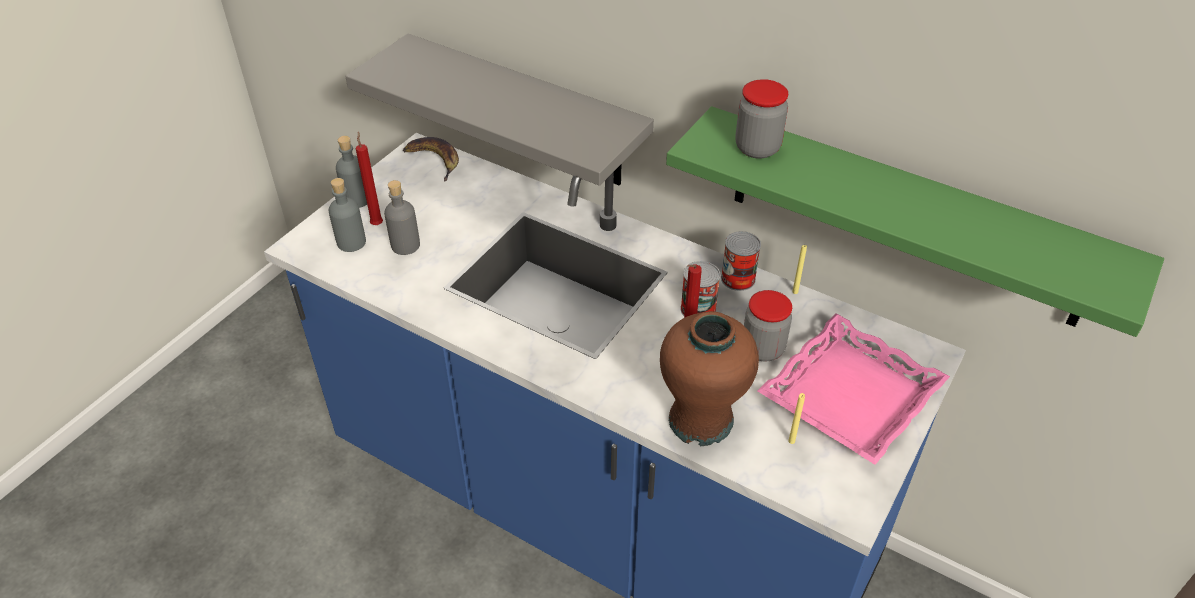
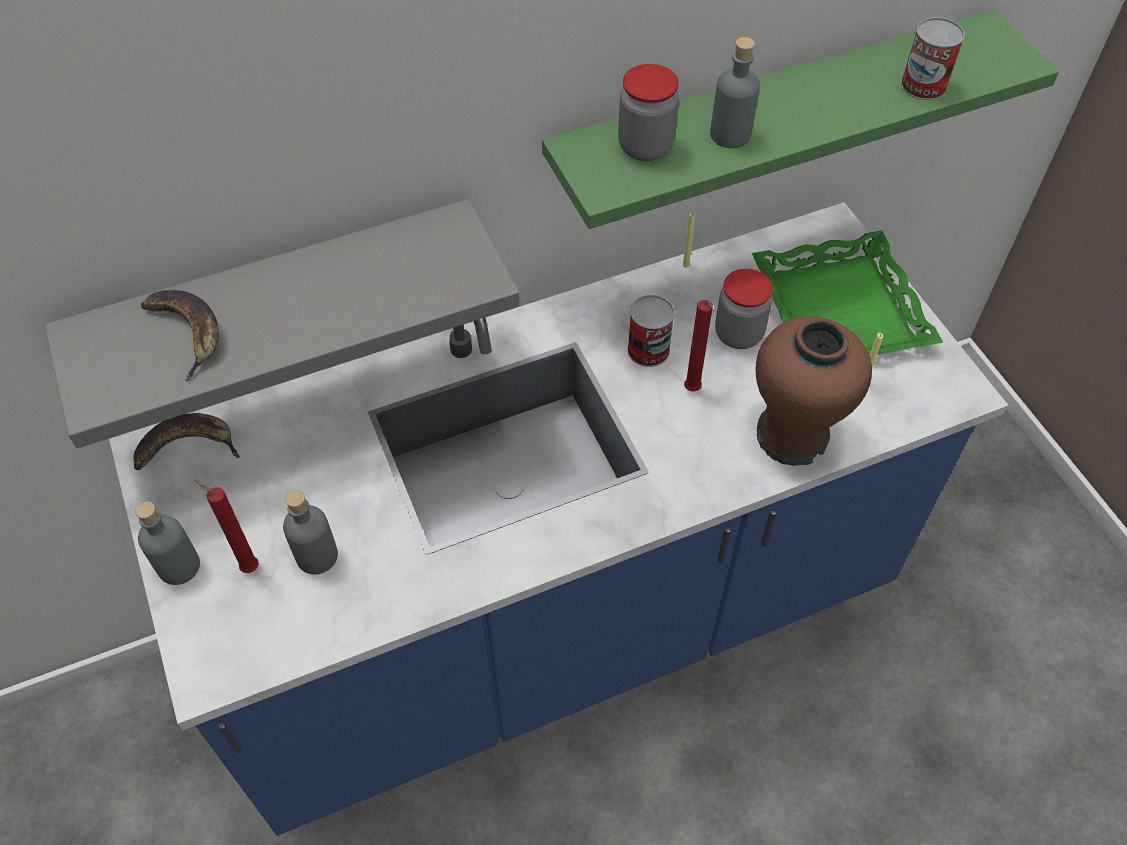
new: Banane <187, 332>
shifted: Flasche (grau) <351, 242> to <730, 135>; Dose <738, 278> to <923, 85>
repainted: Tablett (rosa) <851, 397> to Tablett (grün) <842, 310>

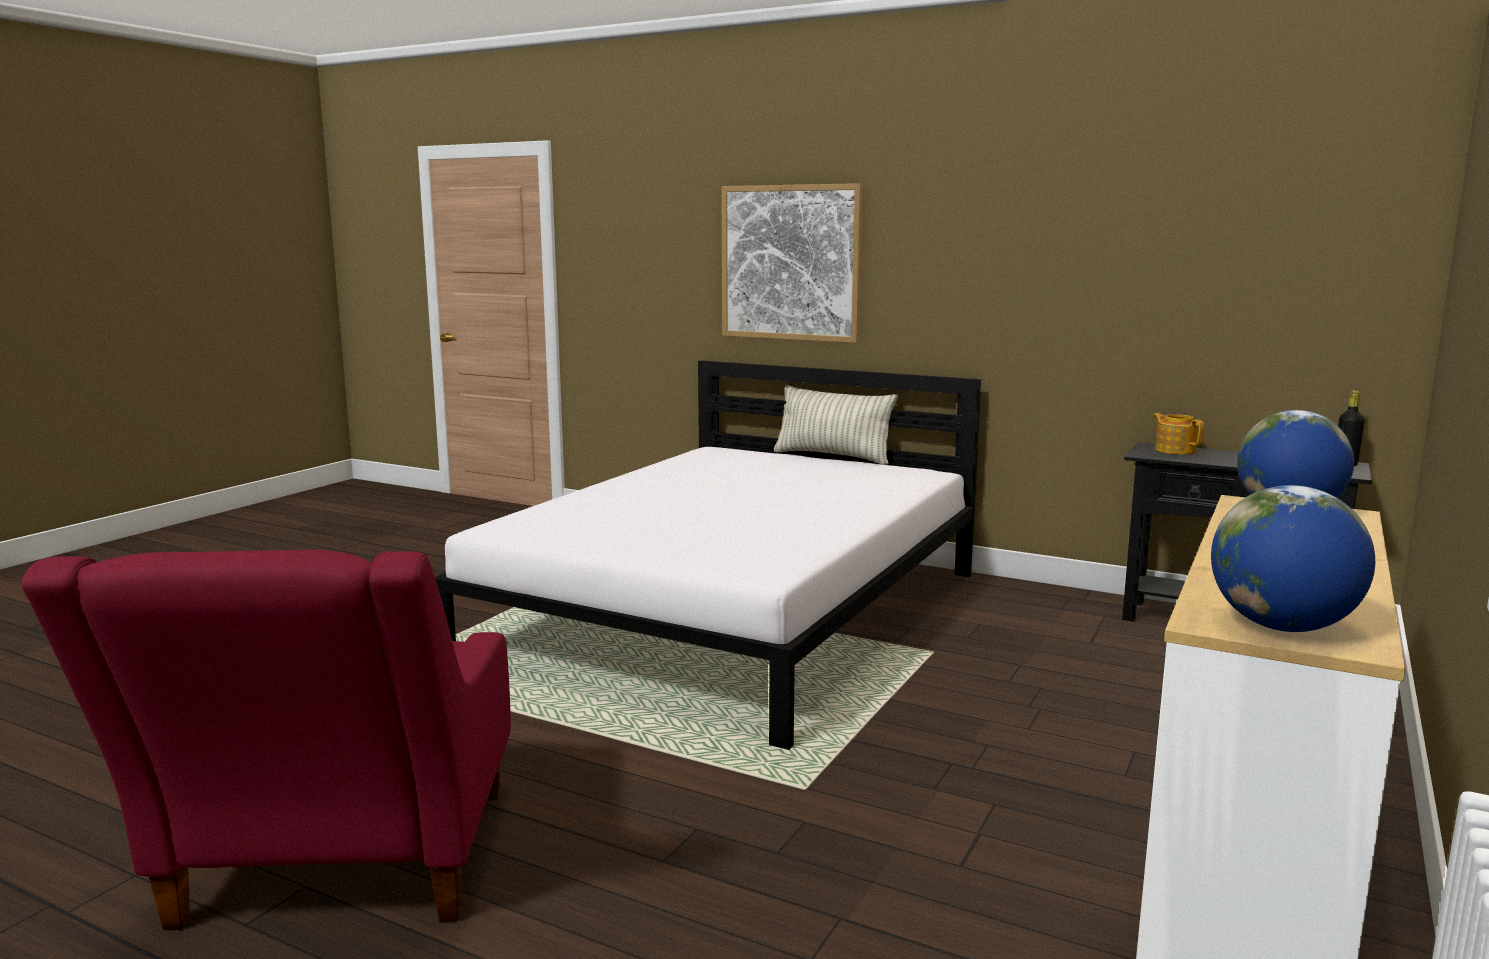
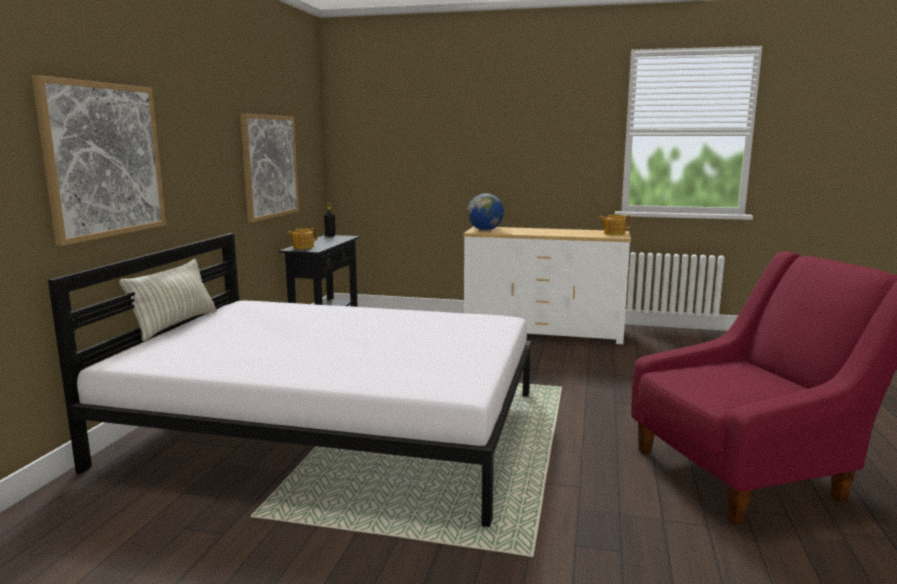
new: Bild <270, 166>
swapped: Globus <1282, 627> to Teekanne <613, 233>

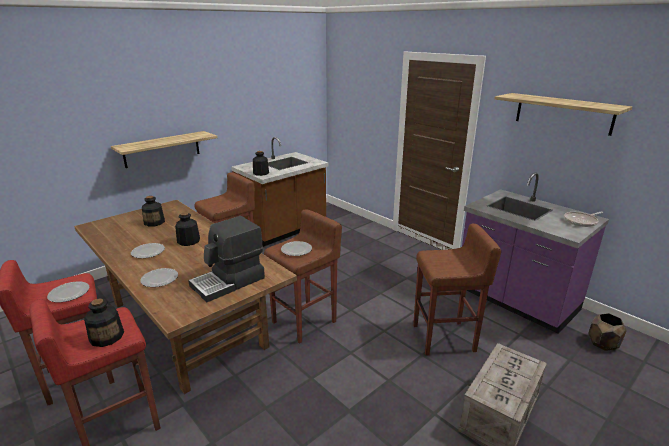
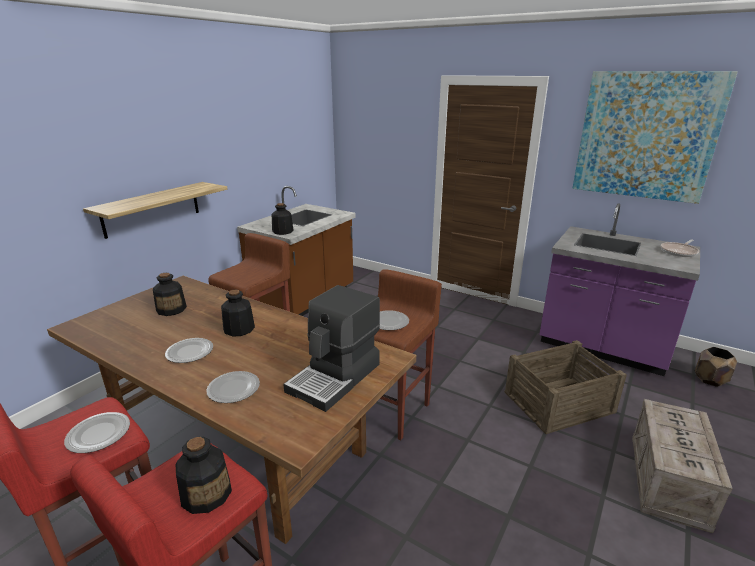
swapped: Hocker (braun) <445, 338> to Kiste <559, 402>; Wandregal <563, 113> to Bild <645, 136>

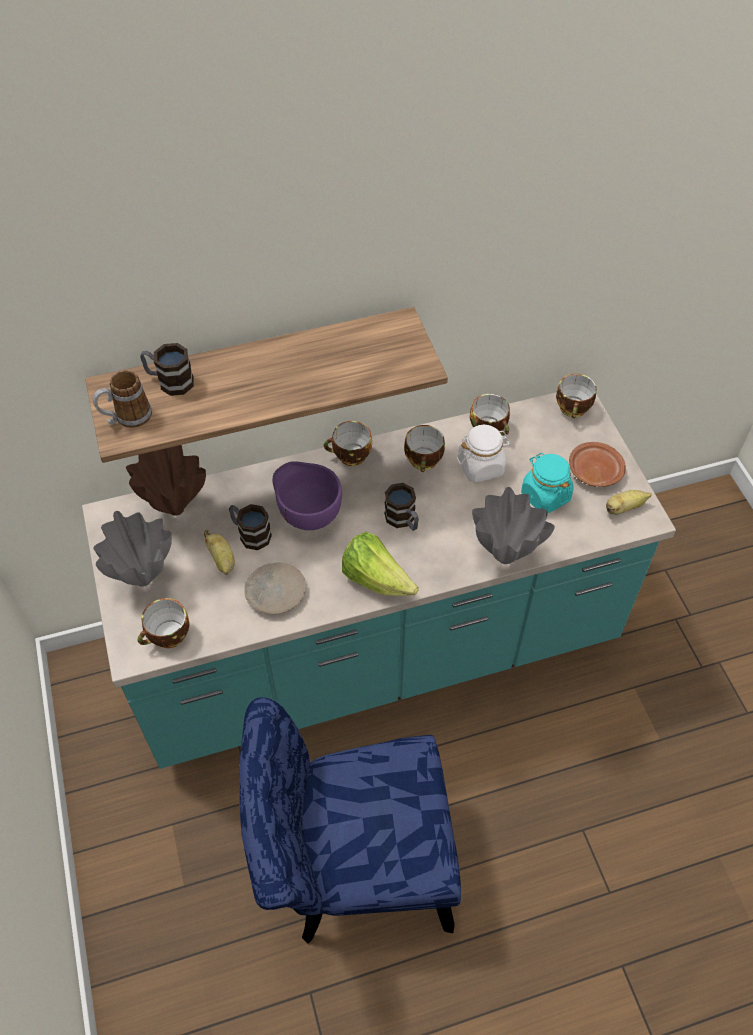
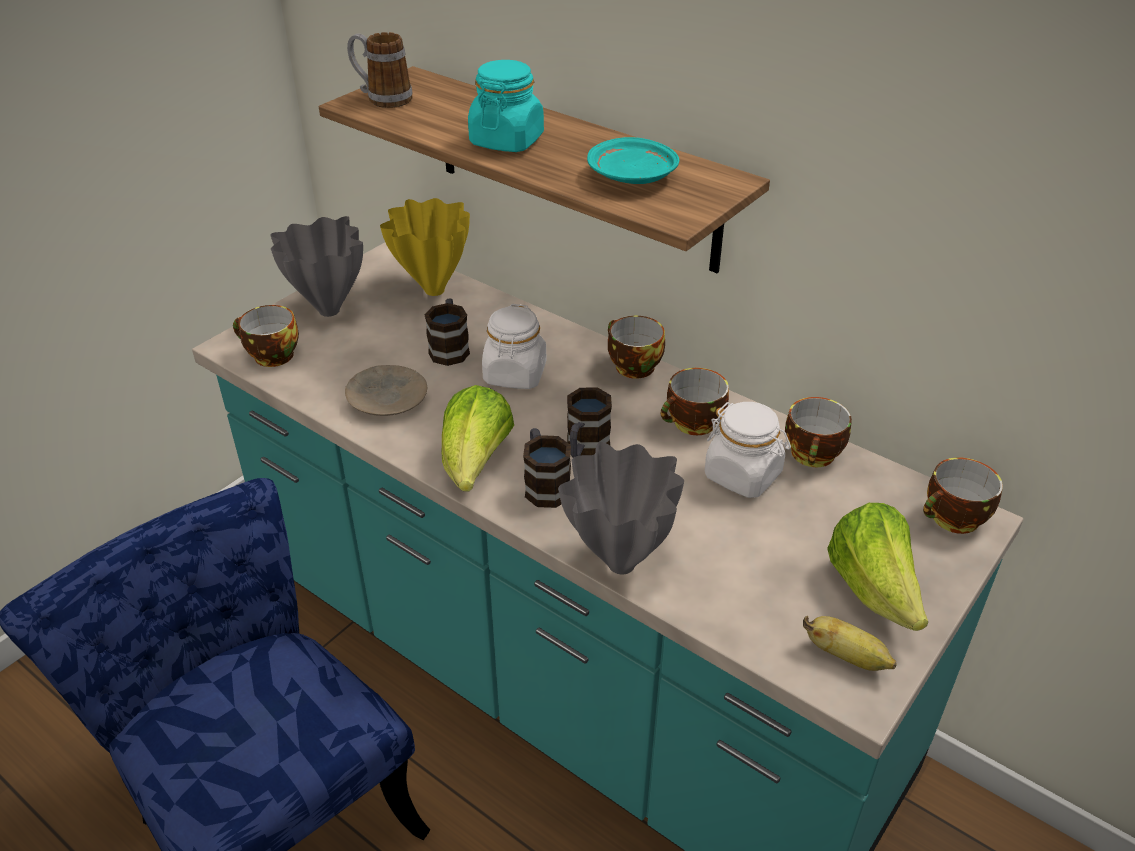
gone: Banane <222, 560>
new: Teller (türkis) <632, 176>
shifted: Vorratsglas (türkis) <545, 496> to <507, 141>; Henkelbecher <169, 381> to <544, 484>
swapped: Schüssel (lila) <308, 515> to Vorratsglas (weiß) <515, 374>; Teller (braun) <594, 470> to Salatkopf <874, 591>
repainted: Vase (braun) <174, 509> to Vase (gelb) <433, 289>

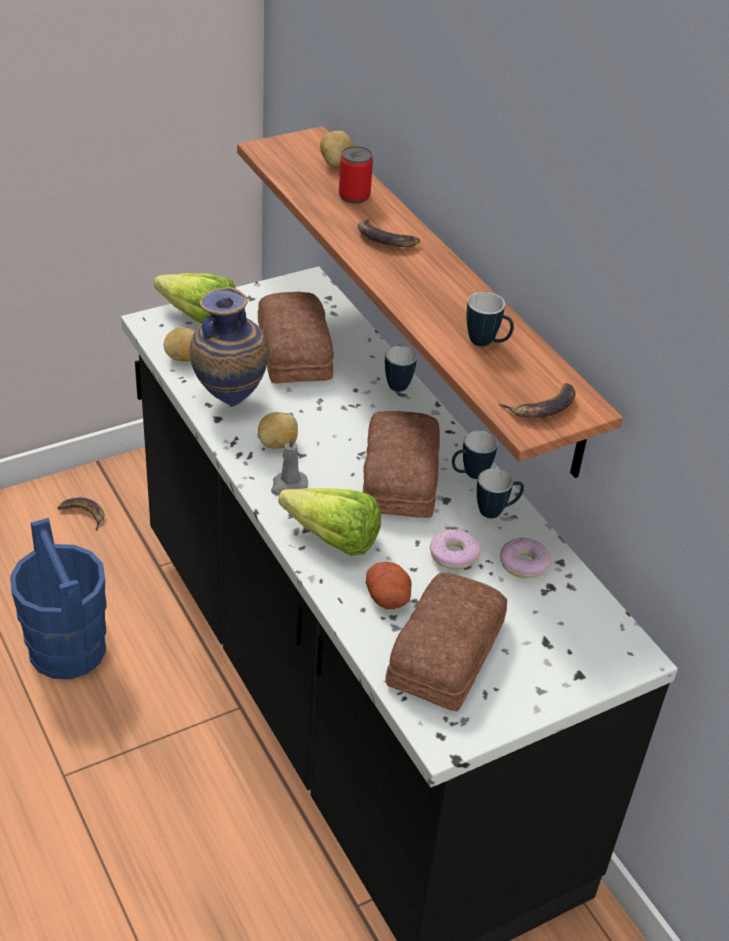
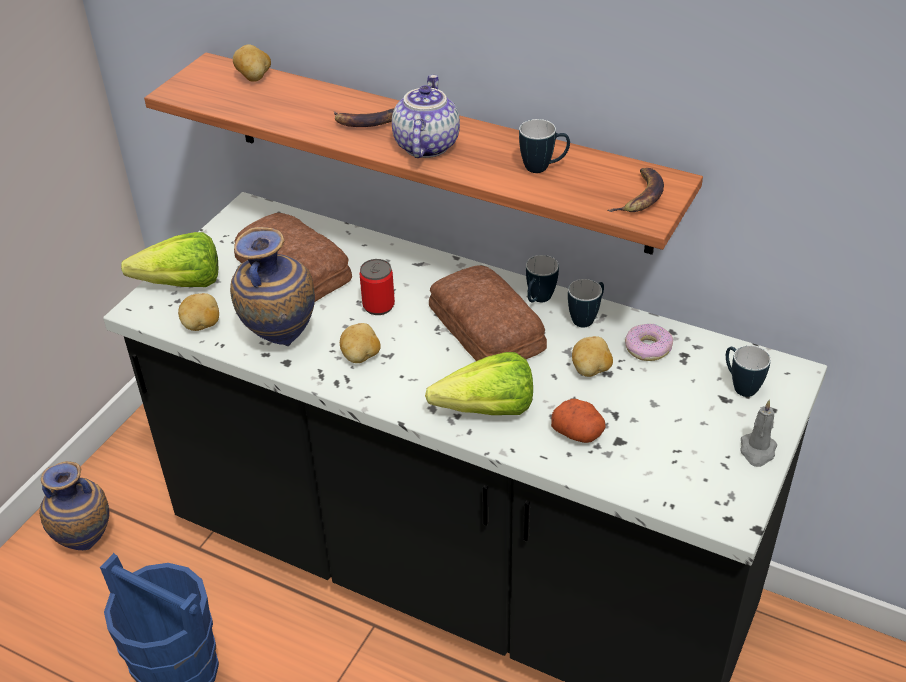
gone: Brot <443, 652>
new: Teekanne <425, 145>
shifted: Dose <354, 196> to <378, 306>; Henkelbecher <397, 382> to <740, 386>; Kerze (grau) <288, 485> to <757, 451>
swapped: Banane <83, 514> to Vase <87, 542>; Donut <453, 555> to Kartoffel <591, 370>

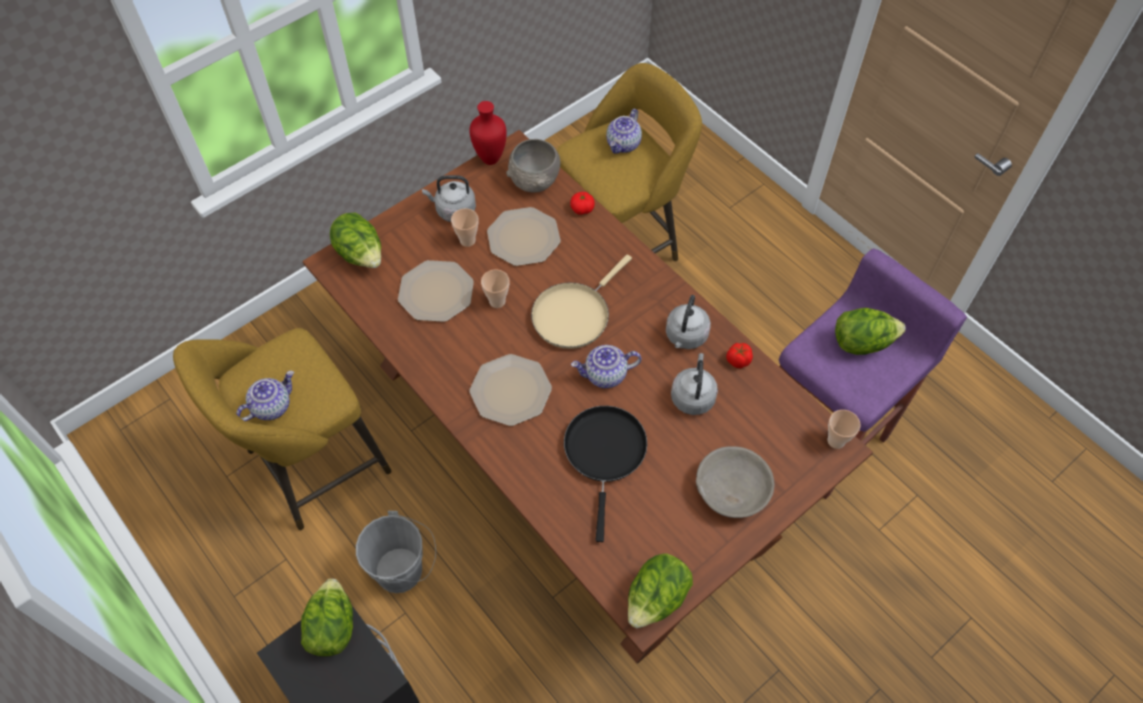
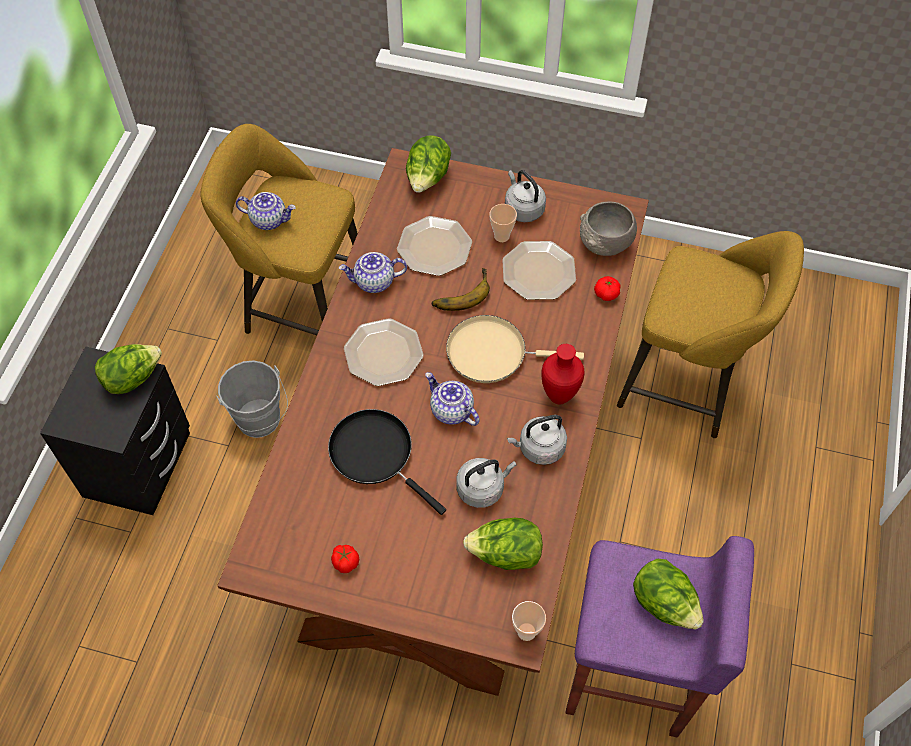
gone: Schüssel (grau) <732, 490>
shifted: Tomate <737, 360> to <345, 562>; Teekanne <623, 144> to <374, 282>; Salatkopf <656, 599> to <505, 554>; Vase (rot) <489, 159> to <557, 396>
swapped: Tasse <497, 301> to Banane <460, 292>
rotated: Pfanne (schwarz) <605, 453> = <376, 454> 105 degrees counterclockwise

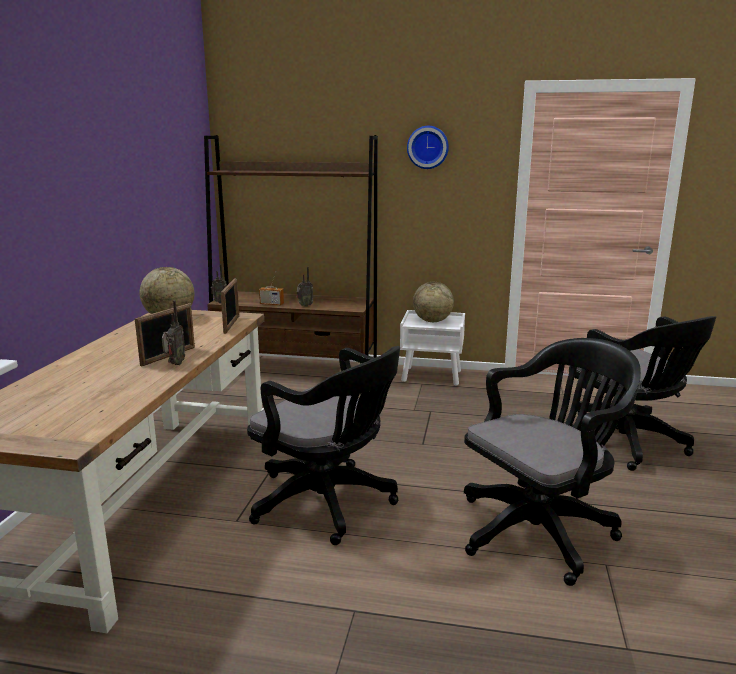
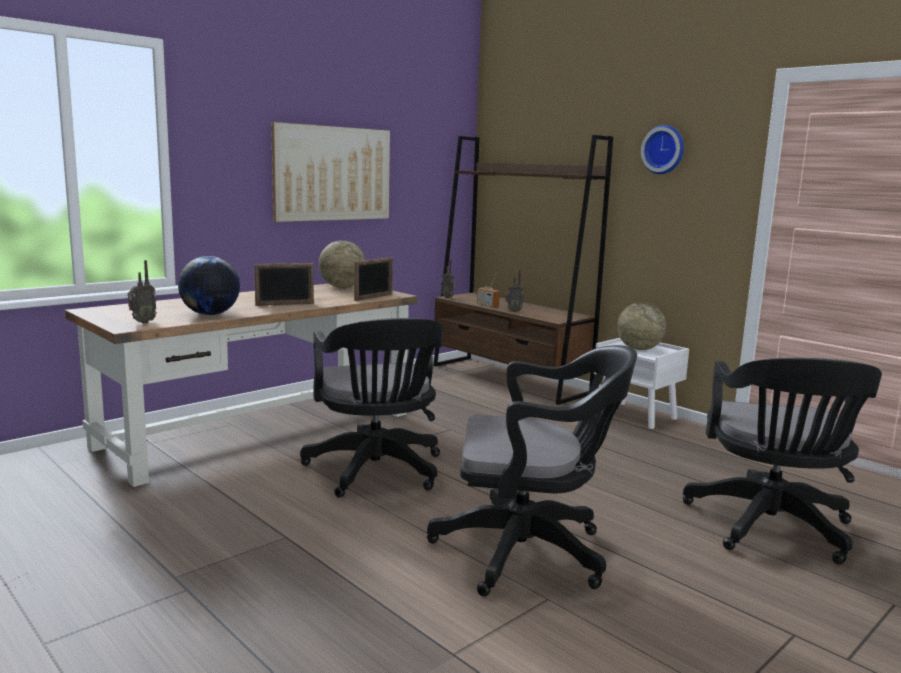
new: Globus <210, 314>; Bild <332, 173>
shifted: Radio <174, 364> to <142, 322>

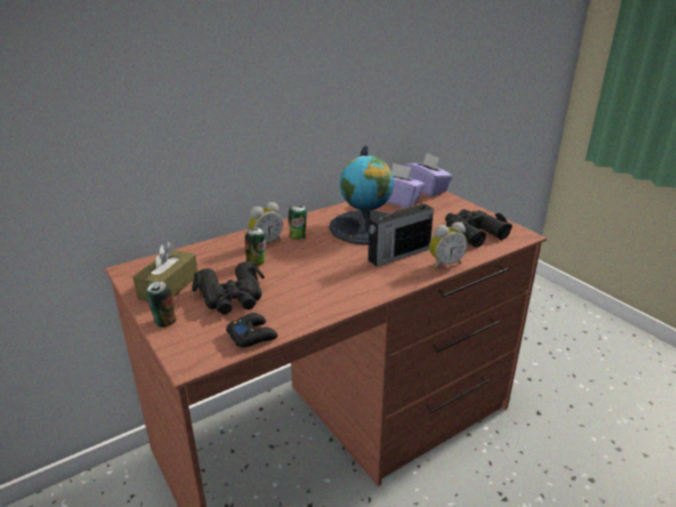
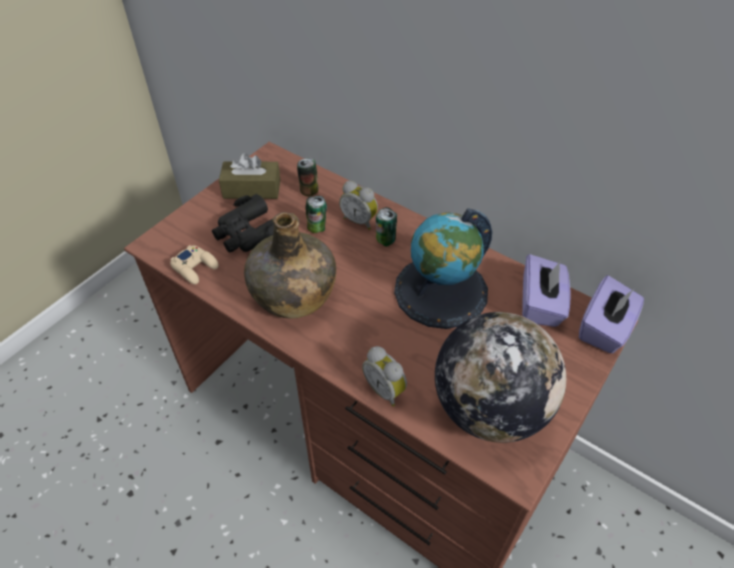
gone: Radio <398, 254>
new: Flasche (grün) <292, 294>
shifted: Dose <164, 321> to <309, 190>
swapped: Fernglas (schwarz) <472, 232> to Globus <489, 408>
repainted: Gamepad (schwarz) <252, 335> to Gamepad (beige) <195, 267>

